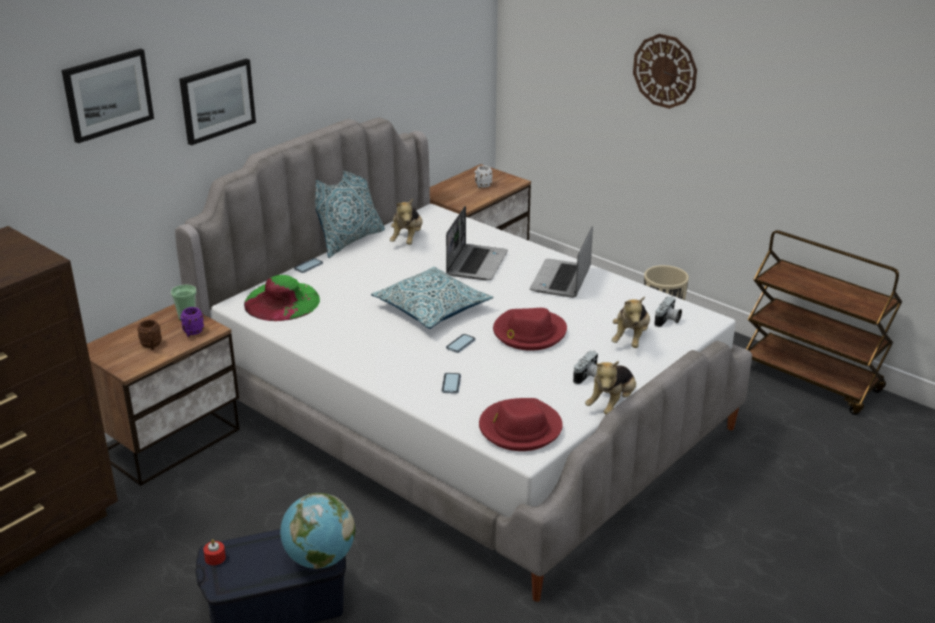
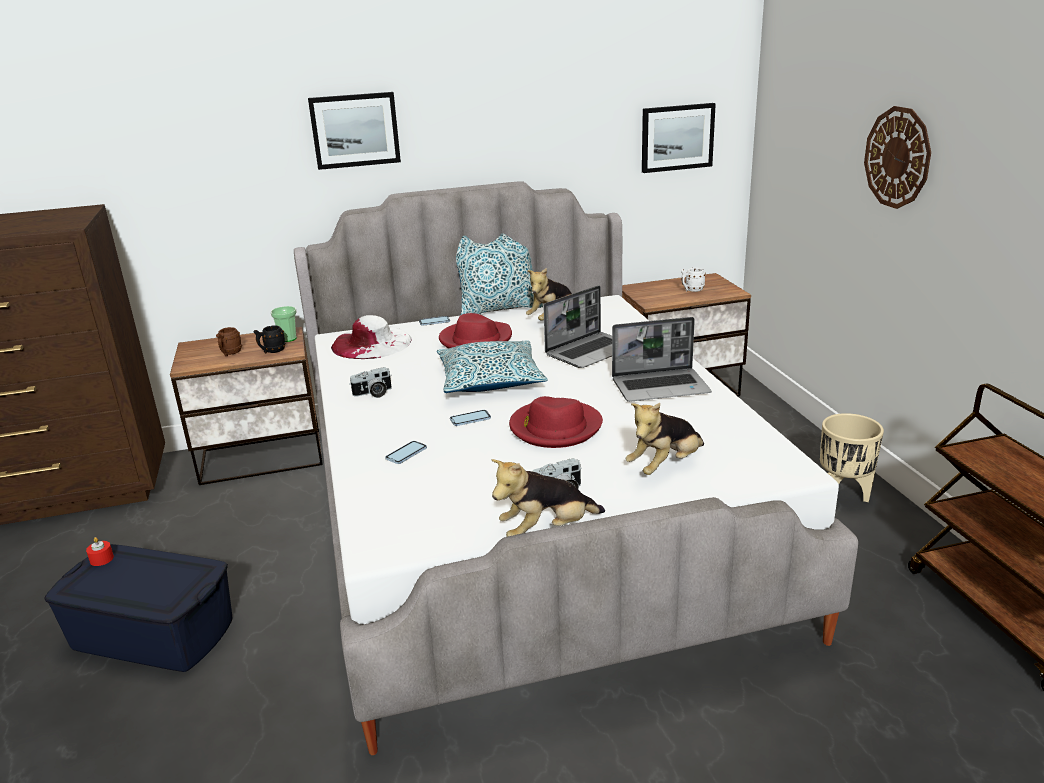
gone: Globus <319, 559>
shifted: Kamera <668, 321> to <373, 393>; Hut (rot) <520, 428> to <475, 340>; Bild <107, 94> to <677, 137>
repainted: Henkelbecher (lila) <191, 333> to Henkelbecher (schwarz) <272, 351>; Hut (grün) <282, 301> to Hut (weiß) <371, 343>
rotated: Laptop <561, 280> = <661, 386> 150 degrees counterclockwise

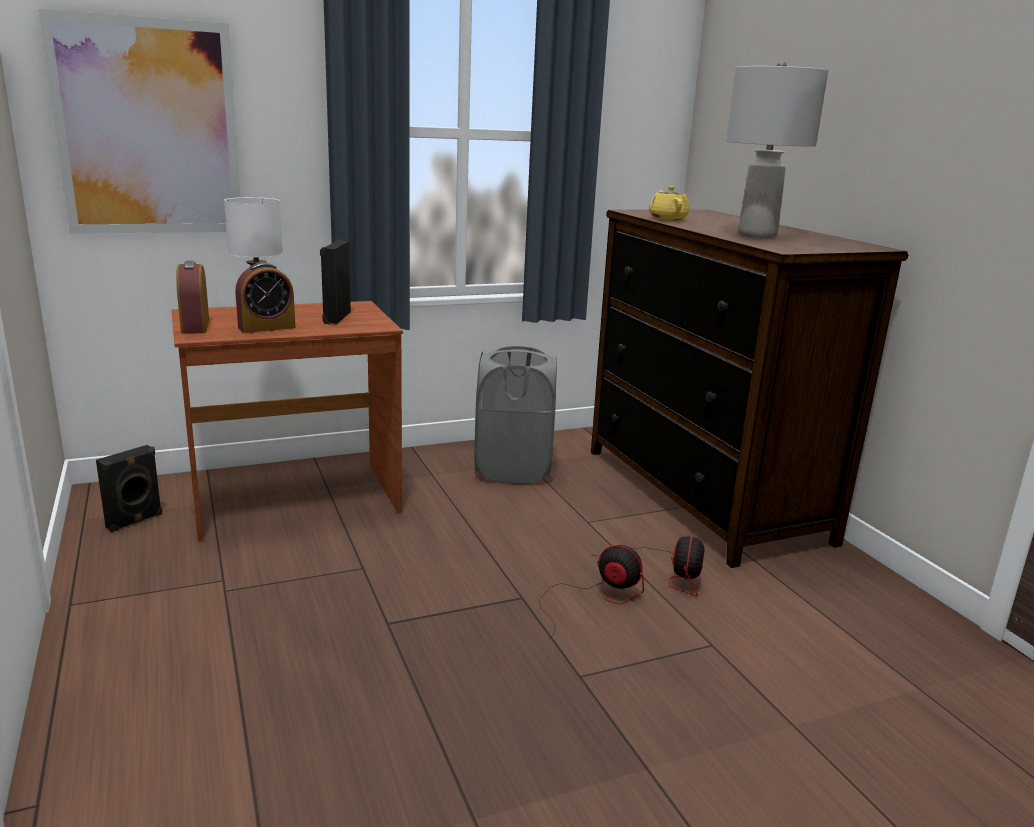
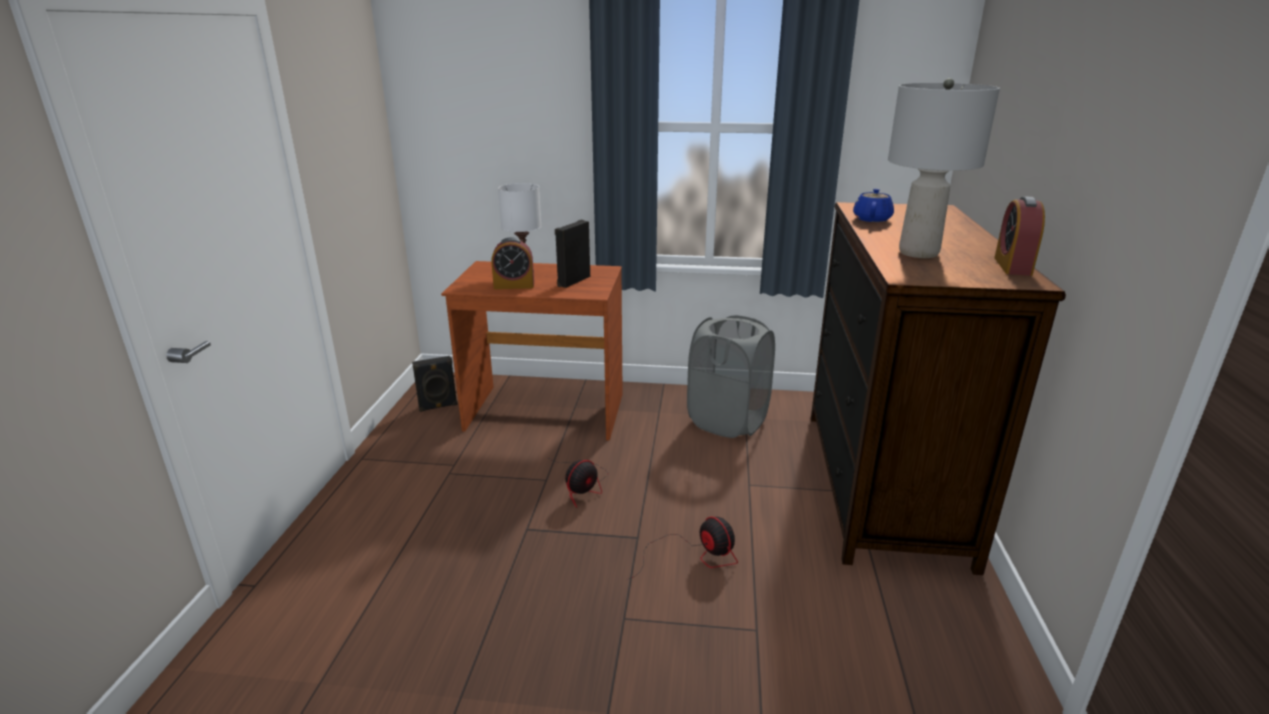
gone: Bild <148, 128>
shifted: Ventilator <669, 573> to <582, 486>; Wecker <195, 326> to <1012, 266>
repainted: Teekanne (gelb) <667, 218> to Teekanne (blau) <872, 219>

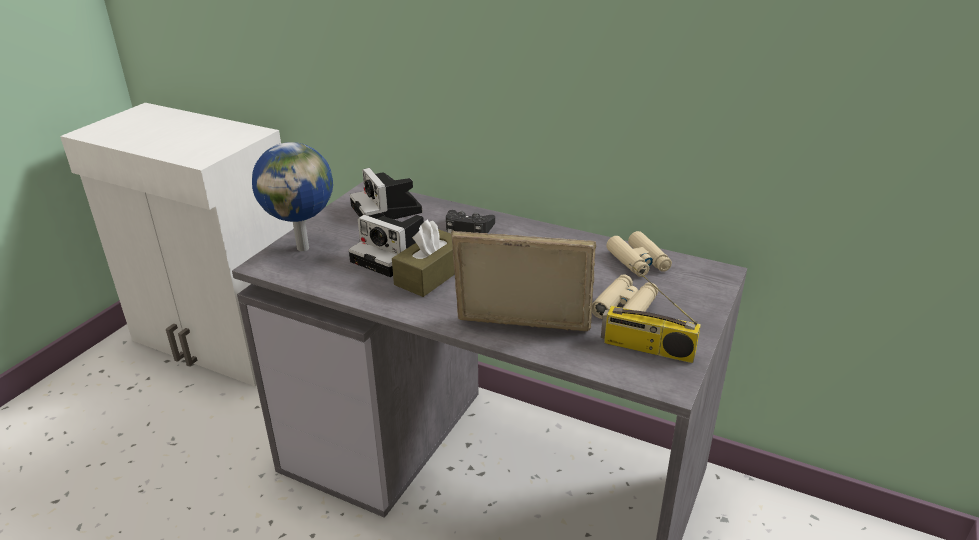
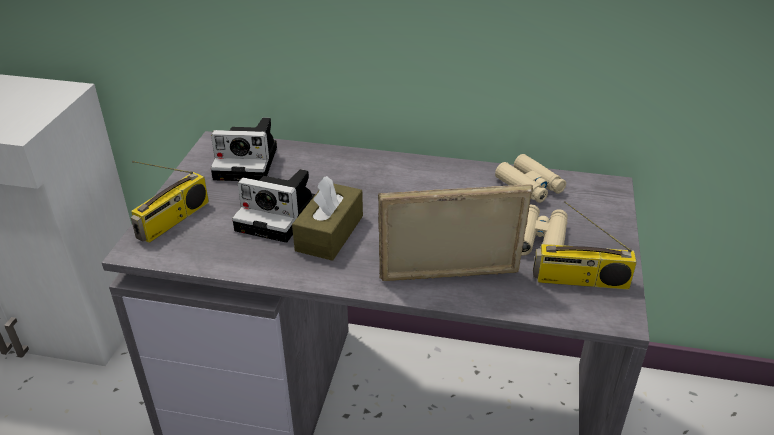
gone: Gamepad (schwarz) <468, 228>
swapped: Globus <303, 247> to Radio <173, 221>
rotated: Kamera <388, 210> = <249, 162> 45 degrees counterclockwise

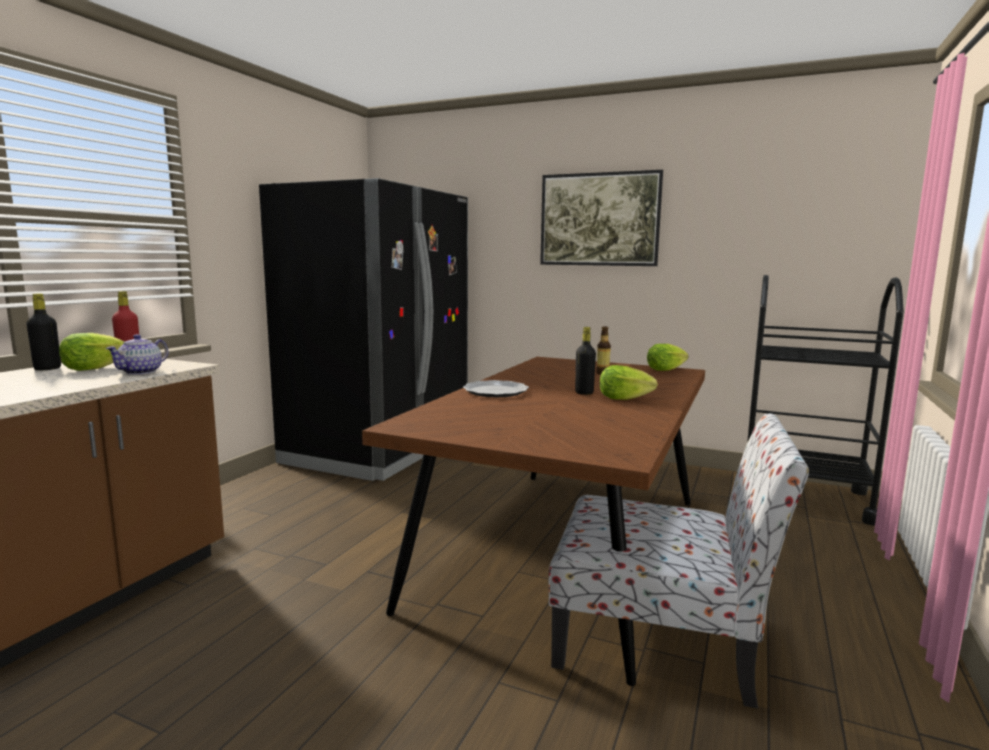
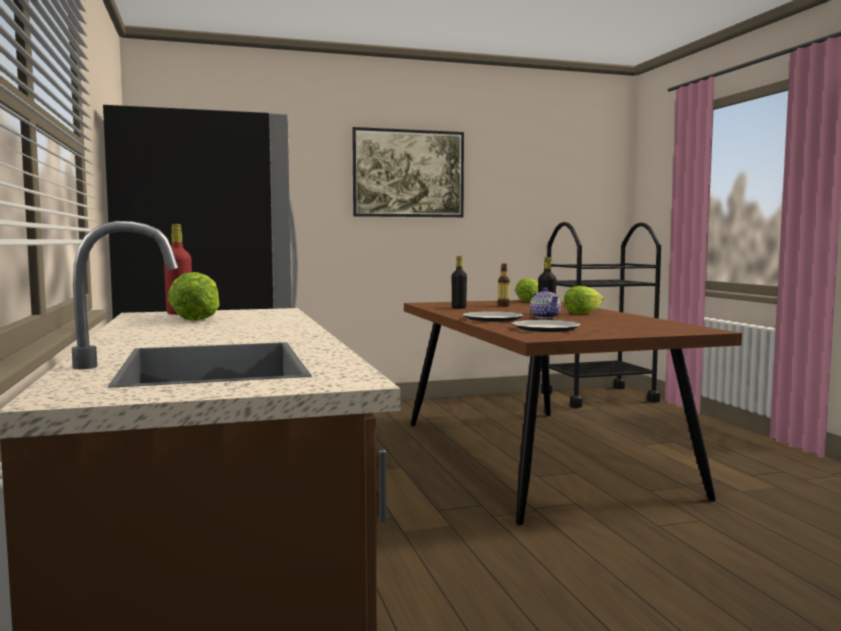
gone: Stuhl <660, 639>
new: Teller <545, 328>
shifted: Flasche (schwarz) <47, 369> to <459, 308>; Teekanne <141, 372> to <545, 317>

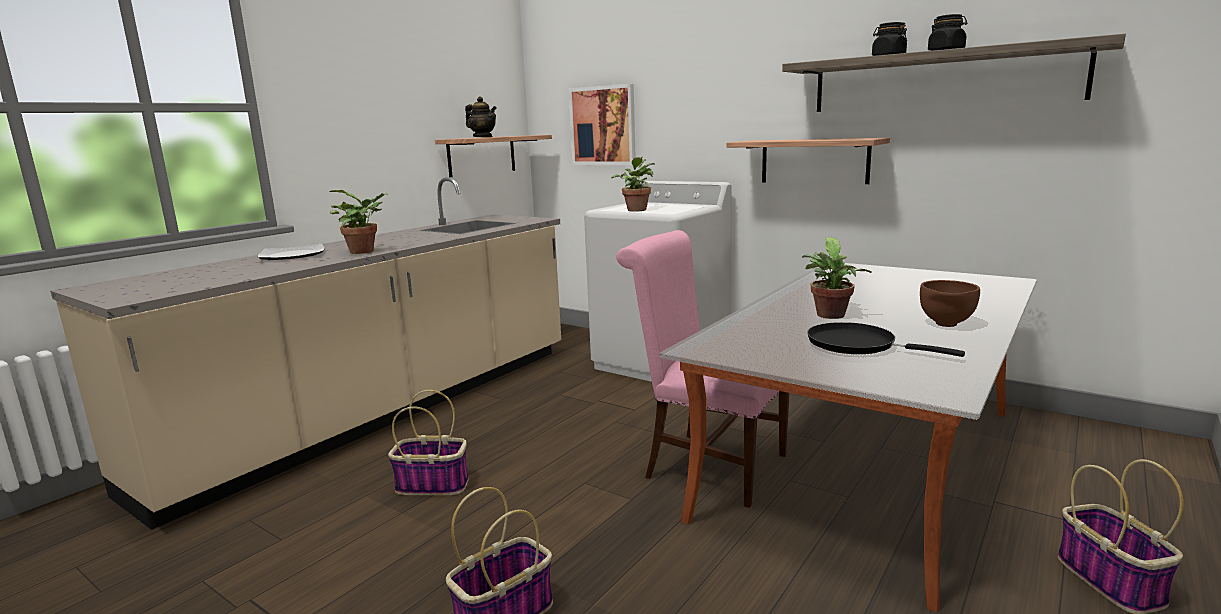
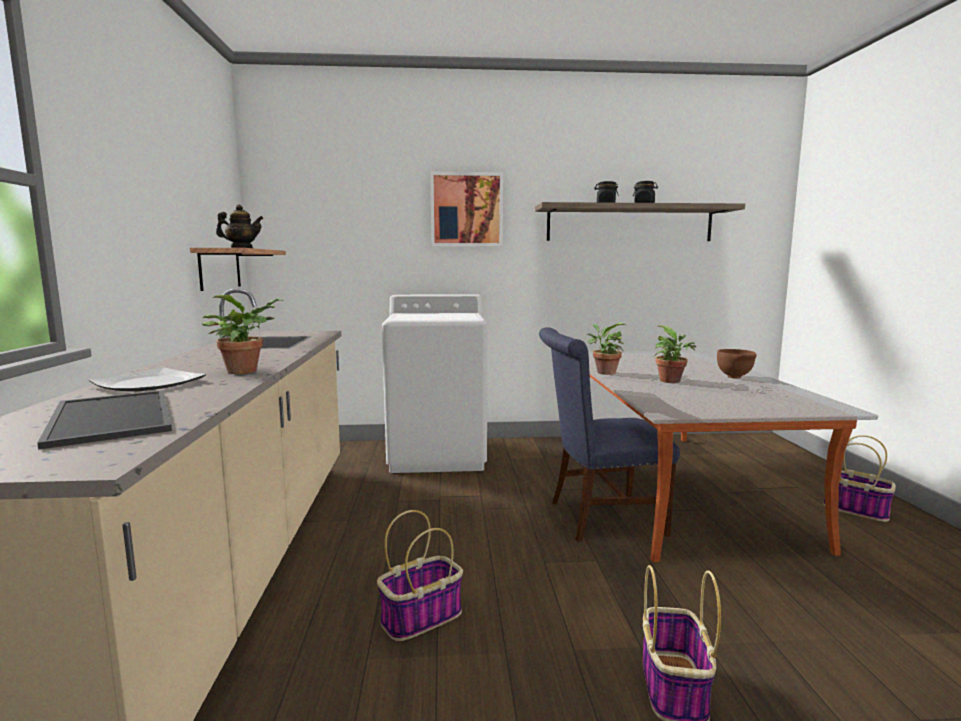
gone: Wandregal <814, 161>; Pfanne (schwarz) <857, 345>
new: Tablett <108, 417>
shifted: Bild <603, 126> to <466, 210>; Topfpflanze <636, 210> to <604, 372>
repainted: Stuhl (rosa) <707, 464> to Stuhl (blau) <598, 518>

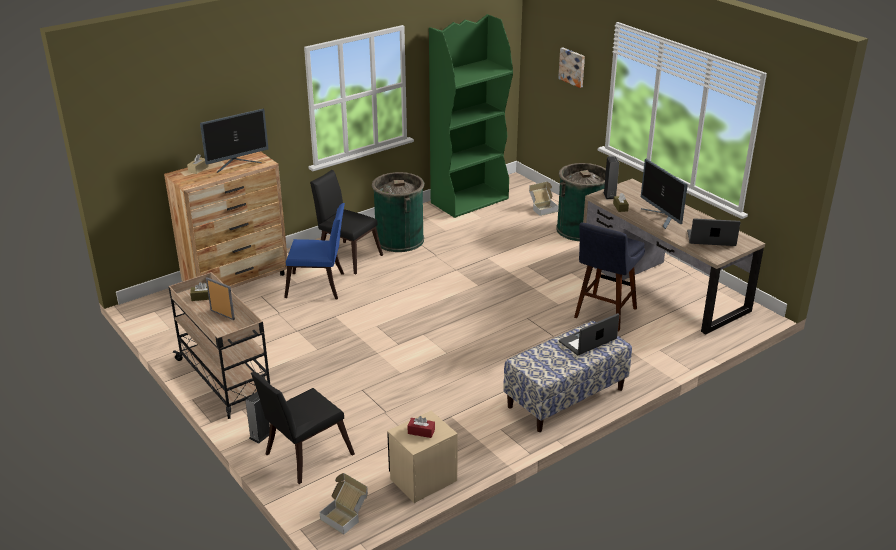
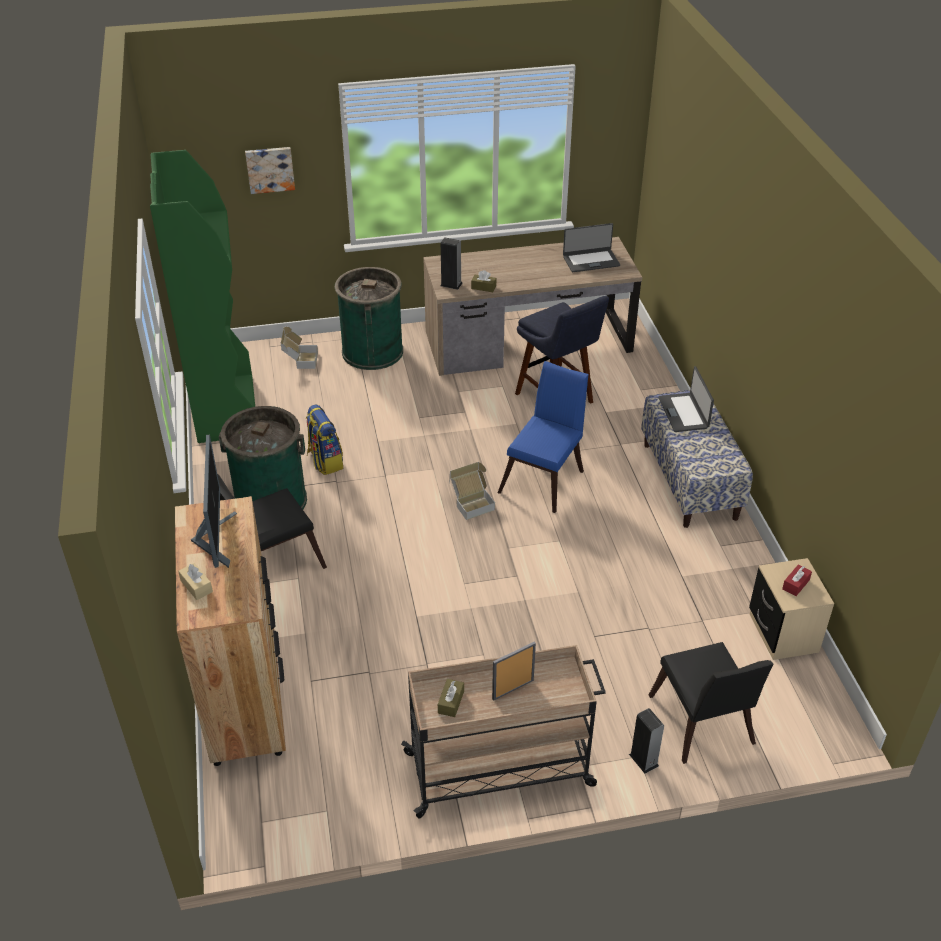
gone: Monitor <661, 217>
new: Rucksack <325, 461>
shifted: Karton <345, 516> to <471, 503>; Stuhl (blau) <319, 286> to <545, 478>
rotated: Laptop <711, 239> = <591, 261> 135 degrees counterclockwise

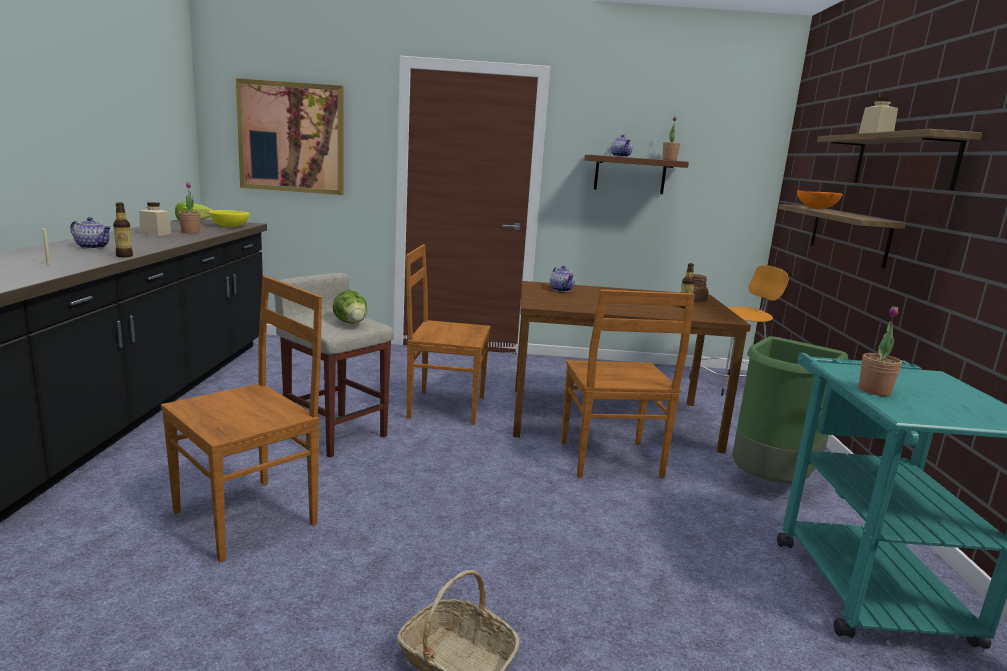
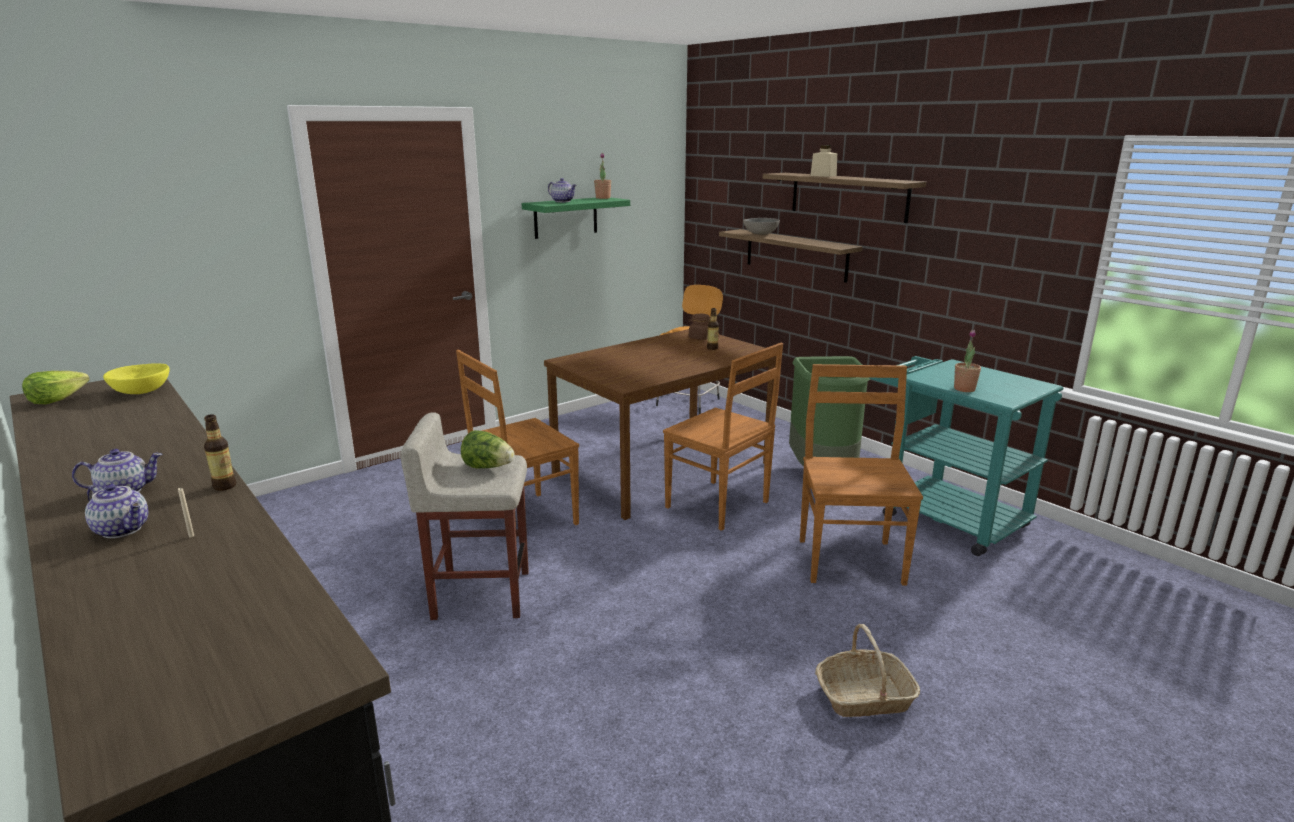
gone: Vorratsglas (beige) <155, 233>; Topfpflanze <190, 232>; Bild <291, 138>
shifted: Teekanne <562, 290> to <123, 529>; Stuhl (braun) <249, 516> to <850, 559>
repainted: Wandregal (braun) <630, 175> to Wandregal (grün) <565, 217>; Schüssel (orange) <816, 208> to Schüssel (grau) <760, 234>

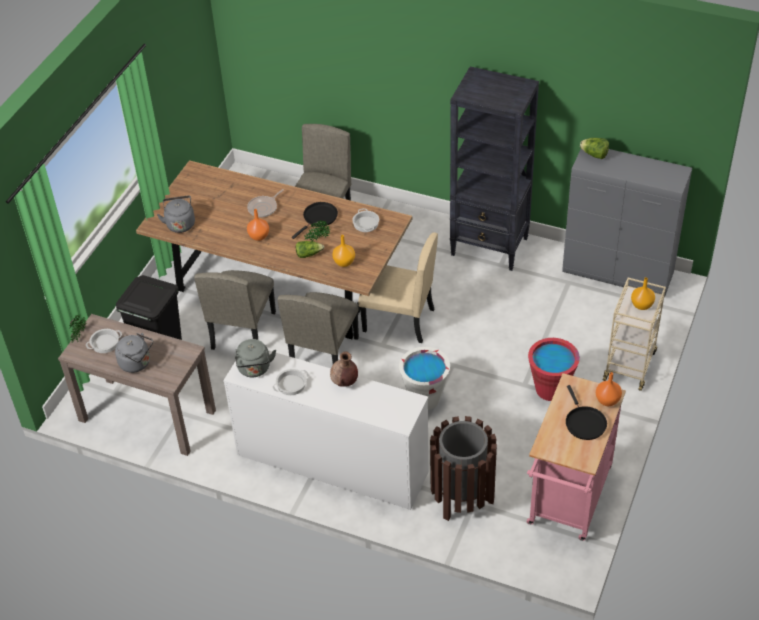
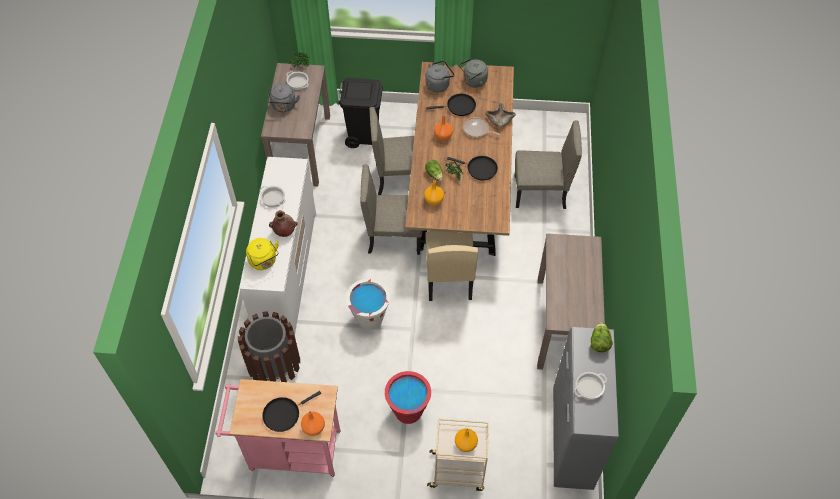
new: Wasserkessel (gelb) <264, 261>; Pfanne (schwarz) <459, 107>; Schüssel (beige) <499, 120>
shifted: Wasserkessel (grau) <254, 369> to <473, 81>; Kochtopf <366, 224> to <589, 388>
swapped: Bücherregal (schwarz) <490, 247> to Konsolentisch (braun) <563, 324>

